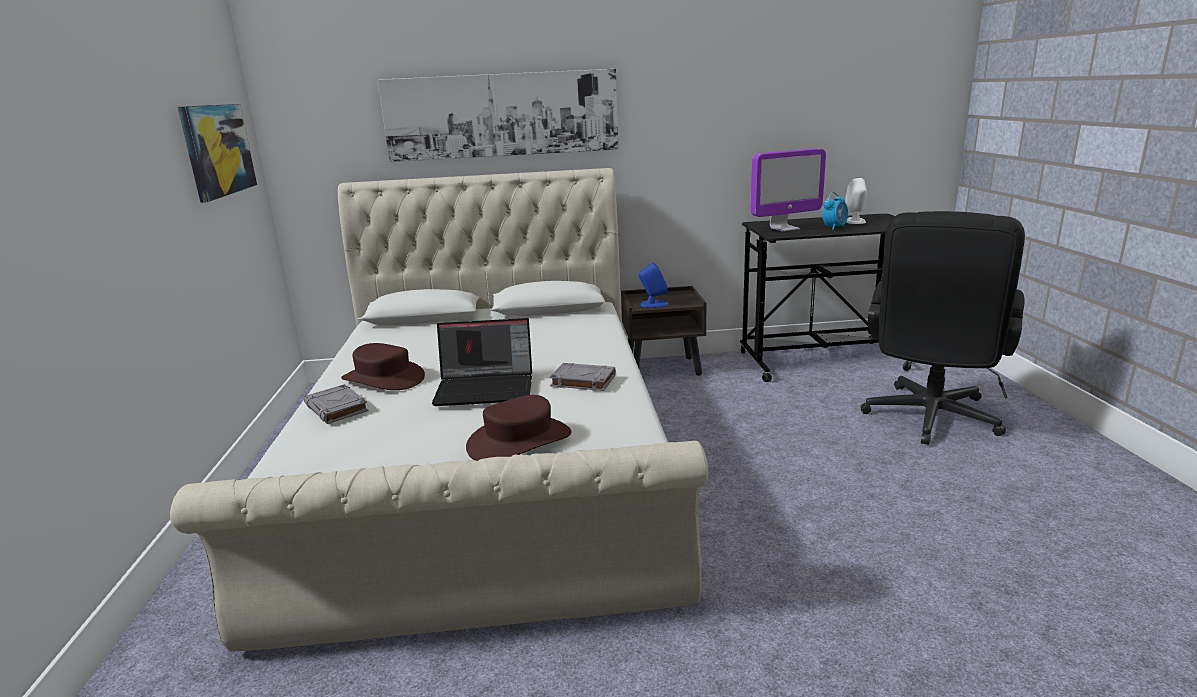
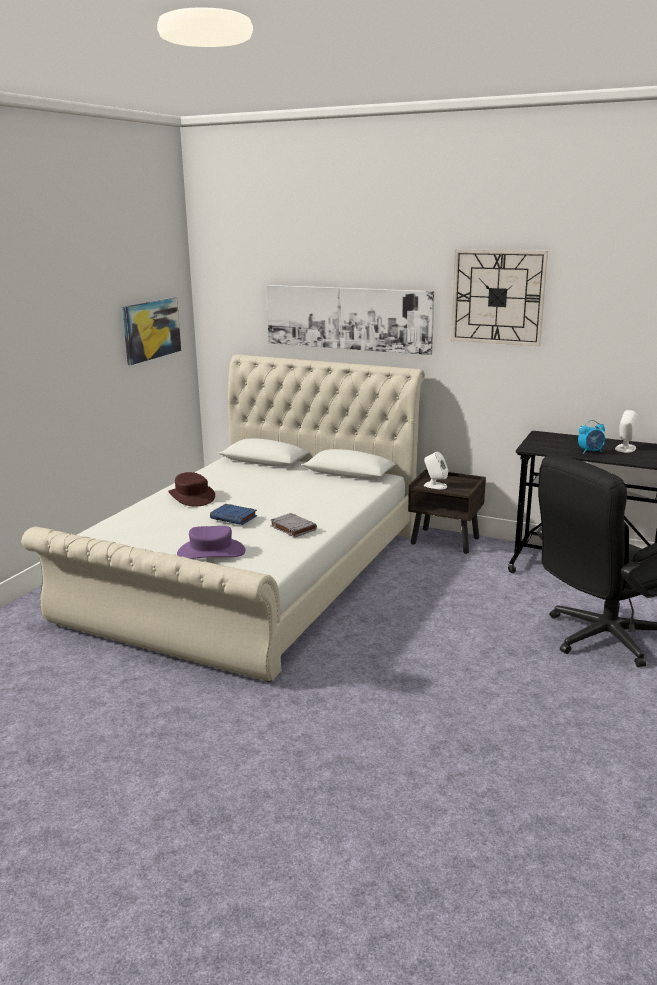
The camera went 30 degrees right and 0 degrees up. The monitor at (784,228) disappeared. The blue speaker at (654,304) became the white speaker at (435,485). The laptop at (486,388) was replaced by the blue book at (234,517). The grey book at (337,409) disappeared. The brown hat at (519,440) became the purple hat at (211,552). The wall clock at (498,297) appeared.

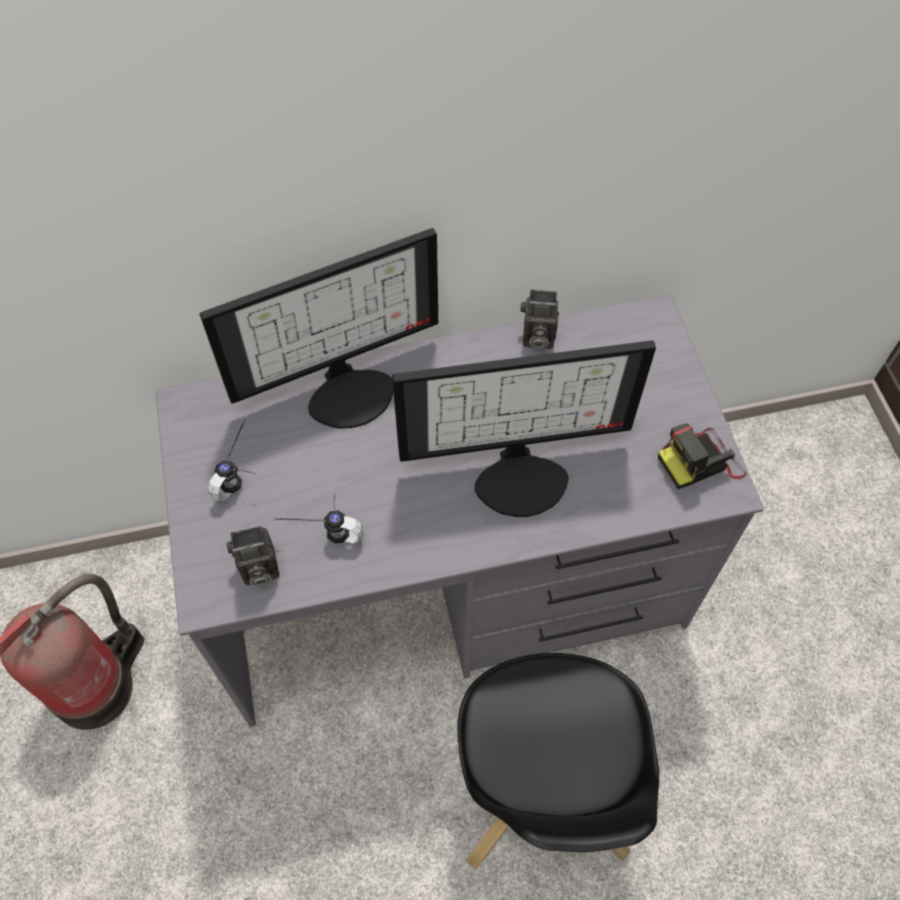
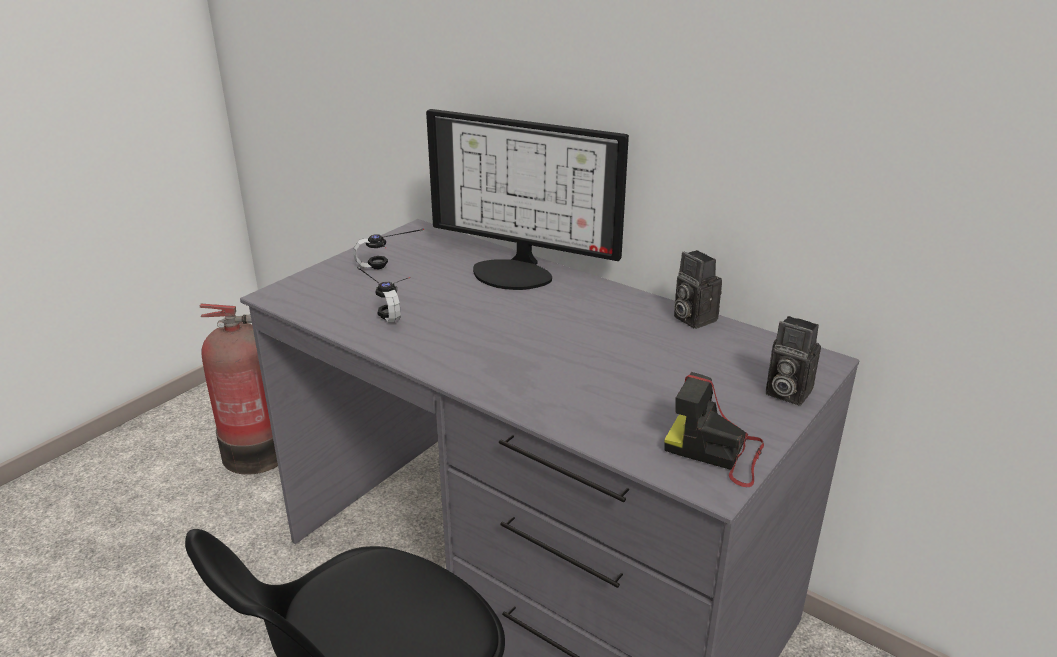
The camera went 50 degrees right and 30 degrees down. The monitor at (521,475) disappeared. The photo camera moved from (258,570) to (785,392).

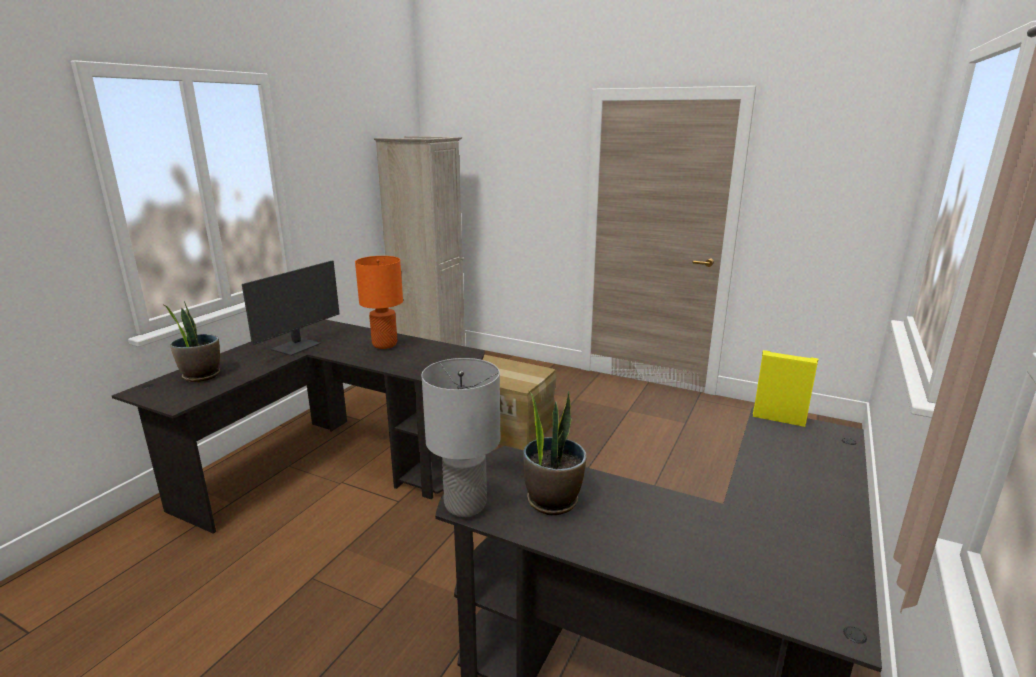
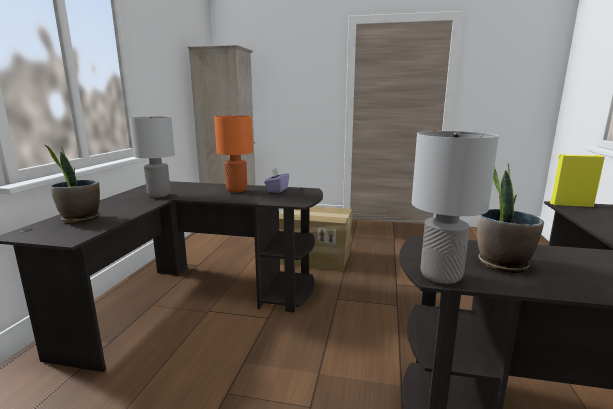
The camera went 15 degrees left and 5 degrees down. The monitor at (297,347) was replaced by the grey table lamp at (159,196). The purple tissue box at (277,190) appeared.

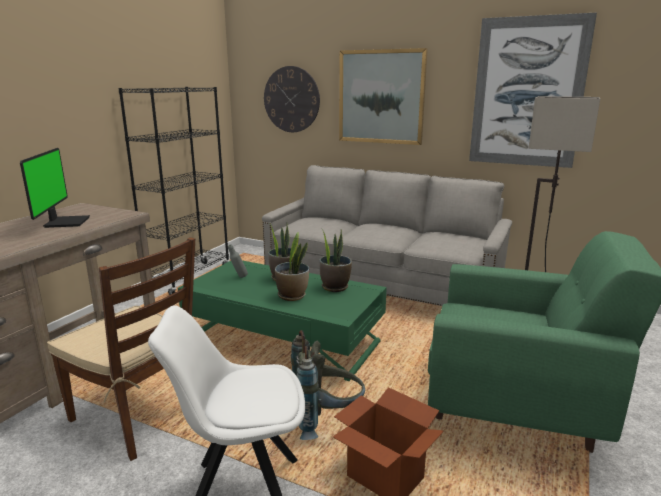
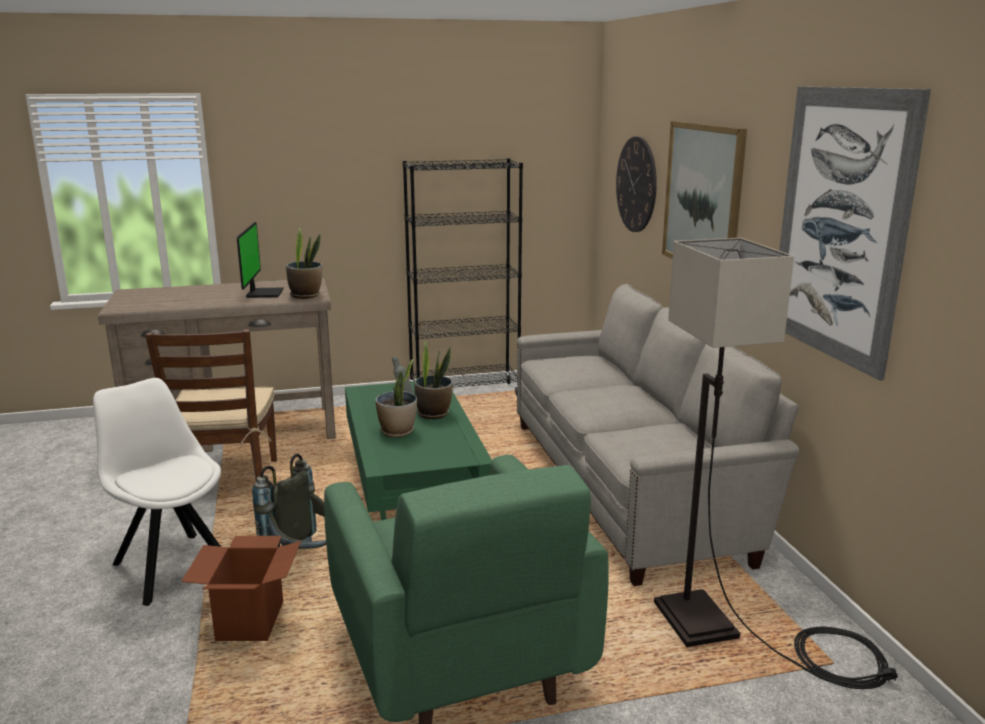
The camera went 50 degrees right and 0 degrees up. The monitor at (65,222) turned 45 degrees counterclockwise. The potted plant moved from (335,287) to (306,295).

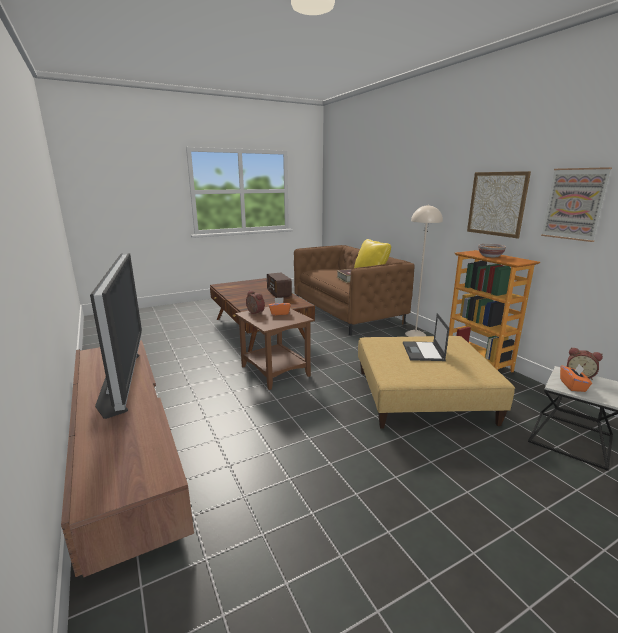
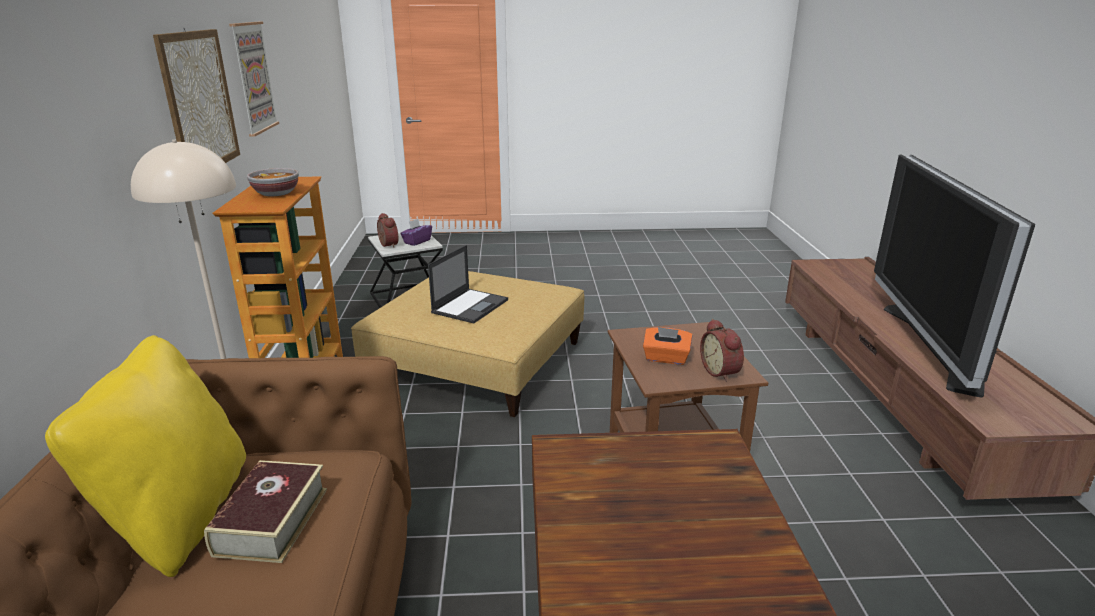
The camera went 155 degrees left and 5 degrees up. The radio at (279,294) disappeared. The orange tissue box at (573,386) became the purple tissue box at (417,241).

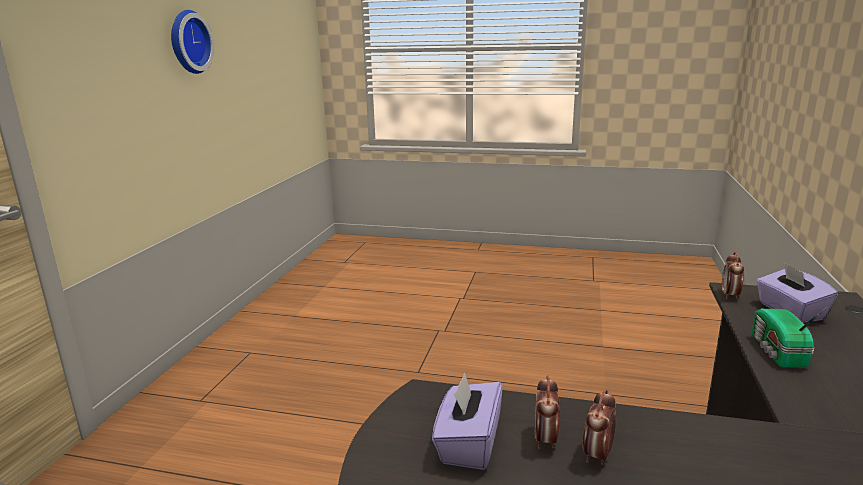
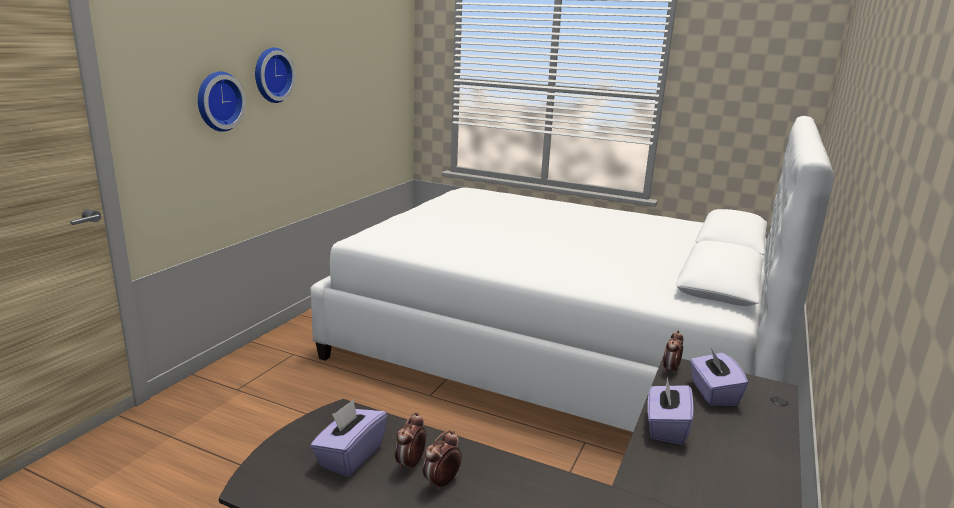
The camera went 10 degrees right and 0 degrees up. The radio at (777,352) was replaced by the purple tissue box at (665,427). The wall clock at (217,101) appeared. The white bed at (557,348) appeared.

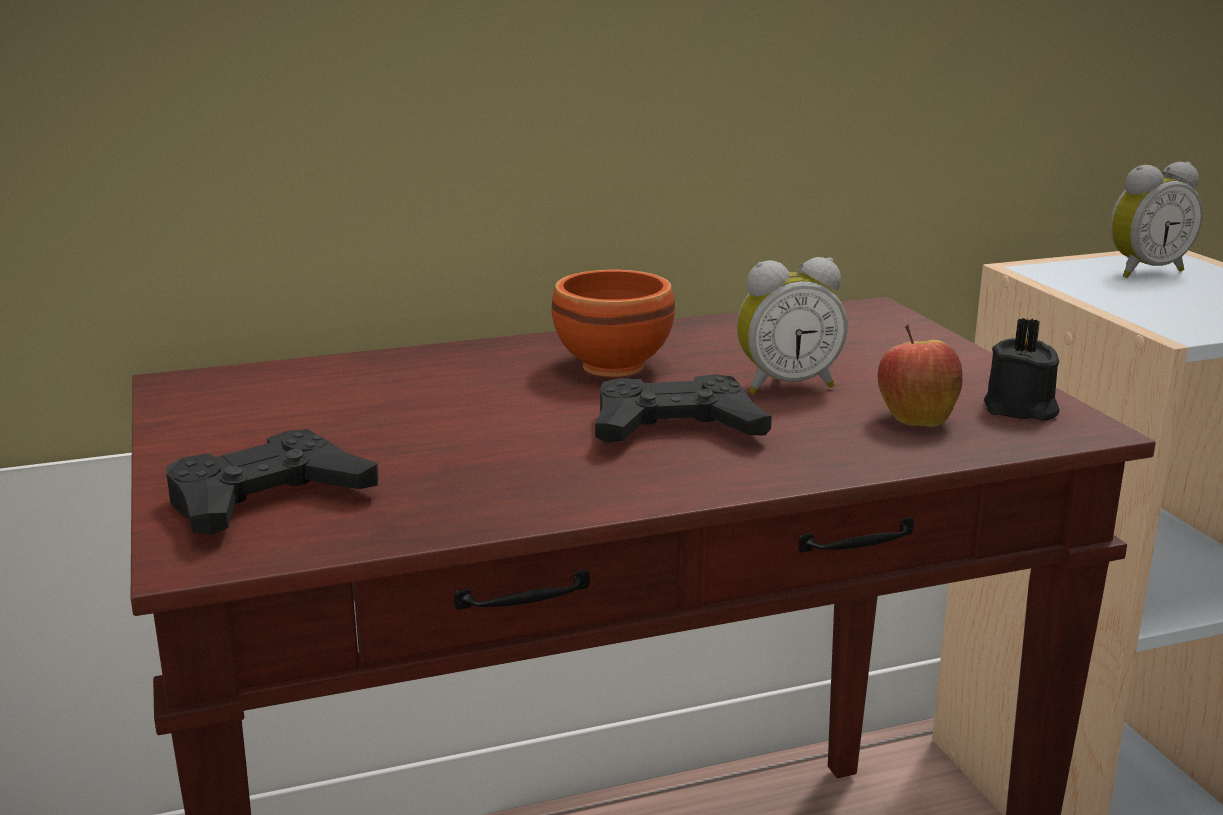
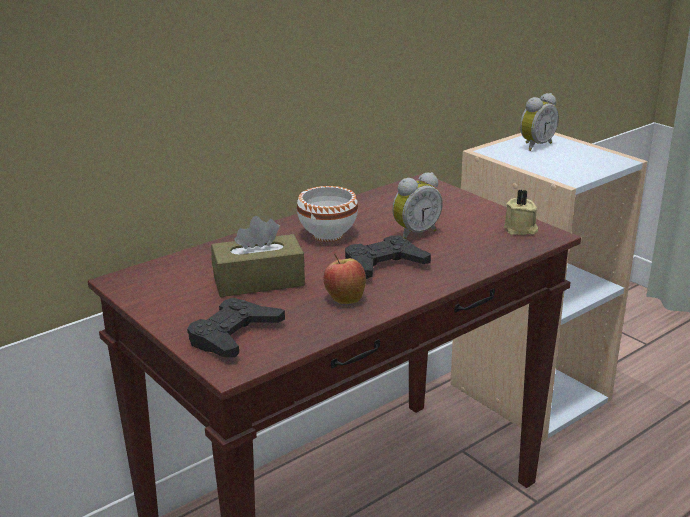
The camera went 20 degrees left and 5 degrees up. The brown bowl at (610,367) became the white bowl at (327,236). The black candle at (1020,409) became the beige candle at (520,230). The apple moved from (915,419) to (344,299). The brown tissue box at (258,281) appeared.

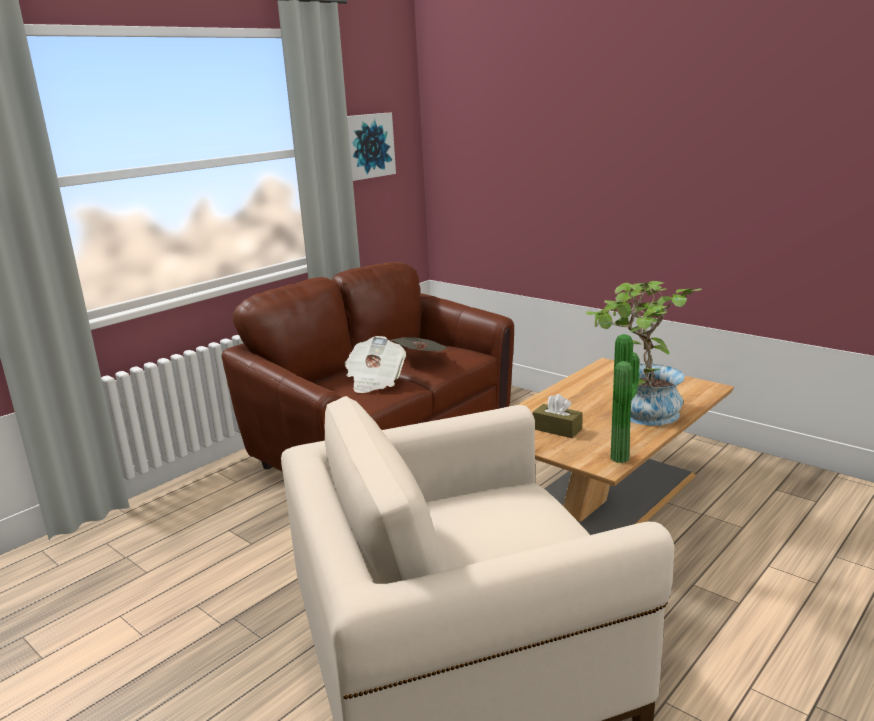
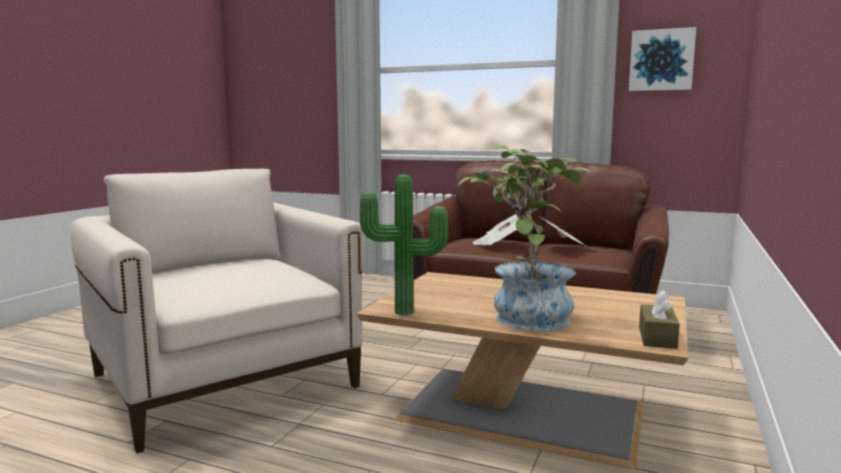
The camera went 70 degrees right and 10 degrees down. The brown tissue box moved from (557,429) to (657,337).

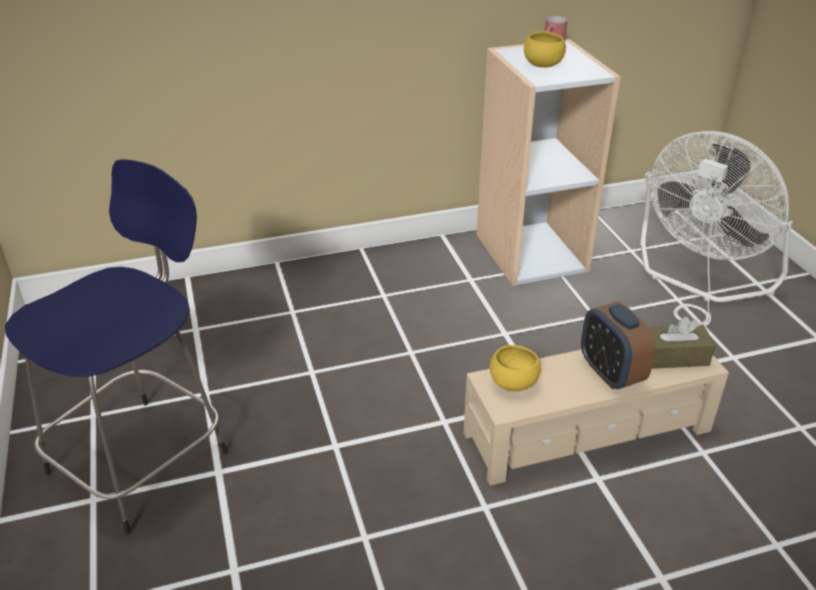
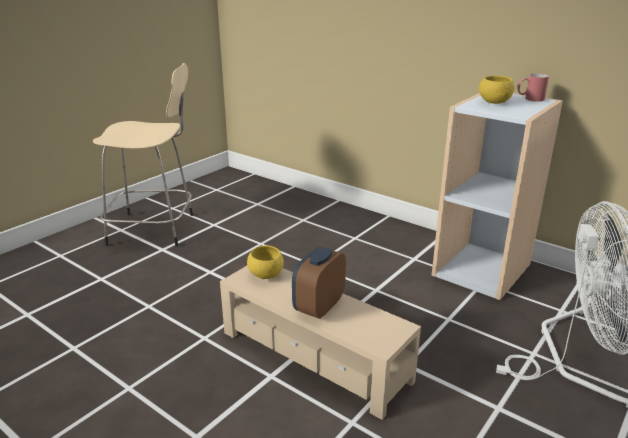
The camera went 55 degrees right and 10 degrees down. The blue stool at (143,459) became the beige stool at (155,229). The brown tissue box at (674,357) disappeared.

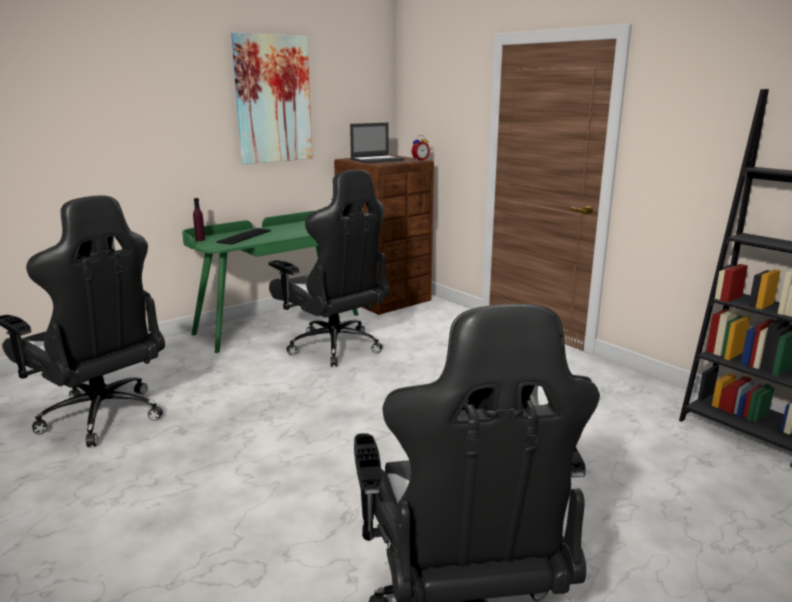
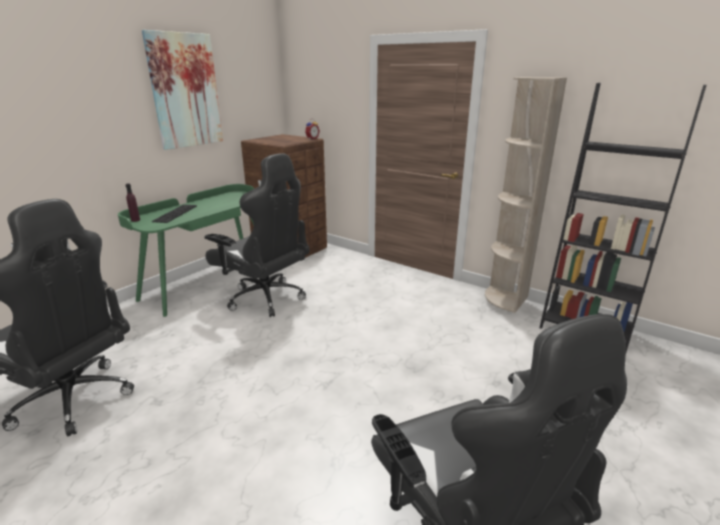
The camera went 15 degrees left and 5 degrees up. The laptop at (377,160) disappeared. The beige bookcase at (503,303) appeared.

